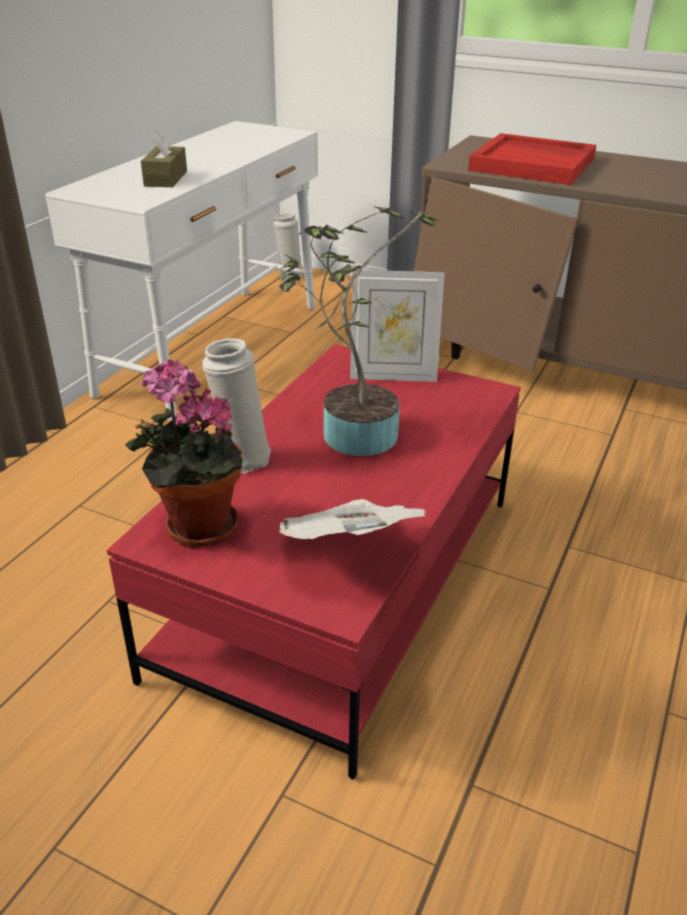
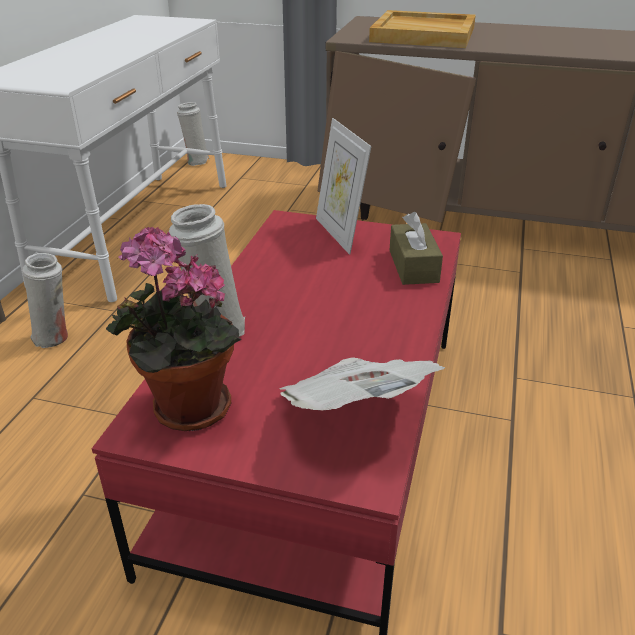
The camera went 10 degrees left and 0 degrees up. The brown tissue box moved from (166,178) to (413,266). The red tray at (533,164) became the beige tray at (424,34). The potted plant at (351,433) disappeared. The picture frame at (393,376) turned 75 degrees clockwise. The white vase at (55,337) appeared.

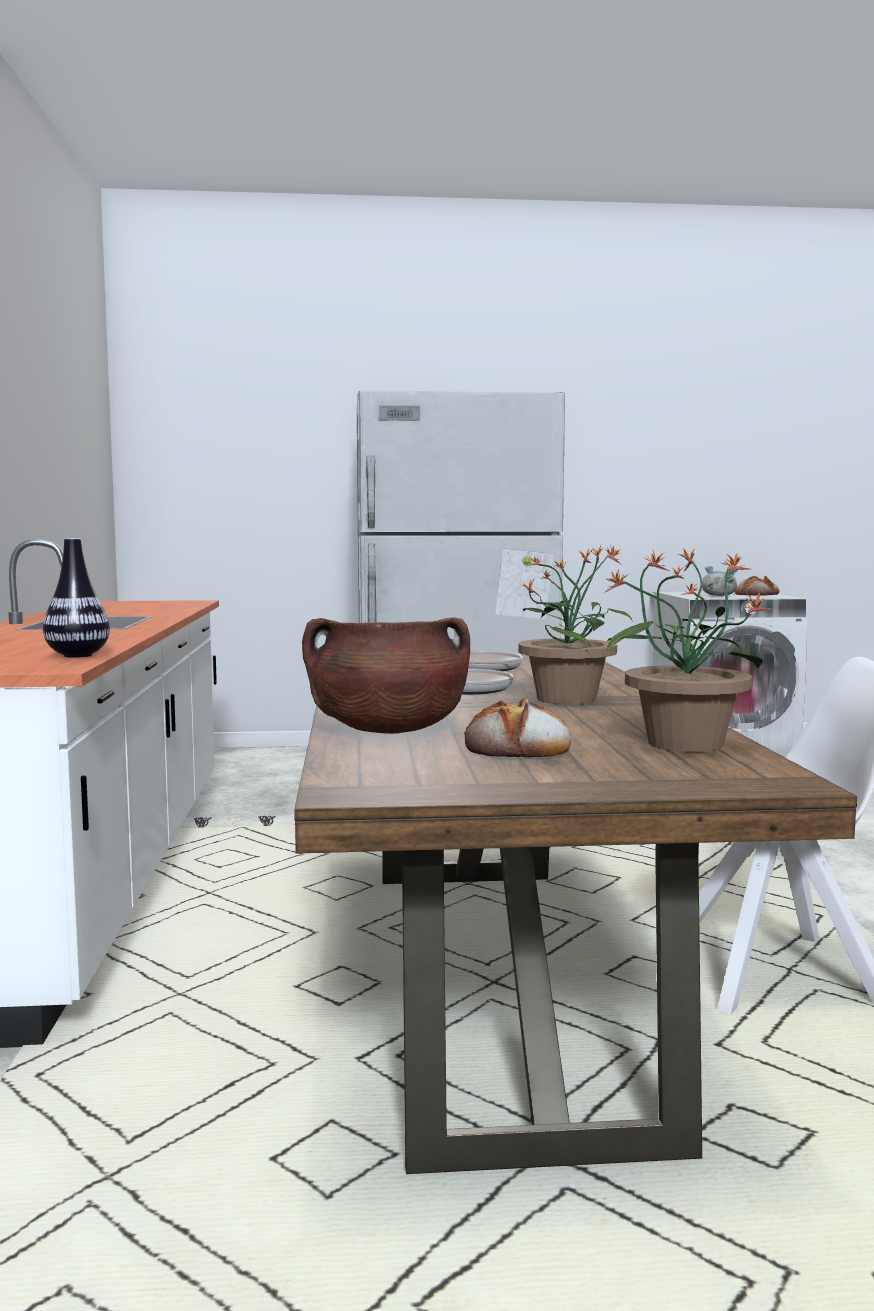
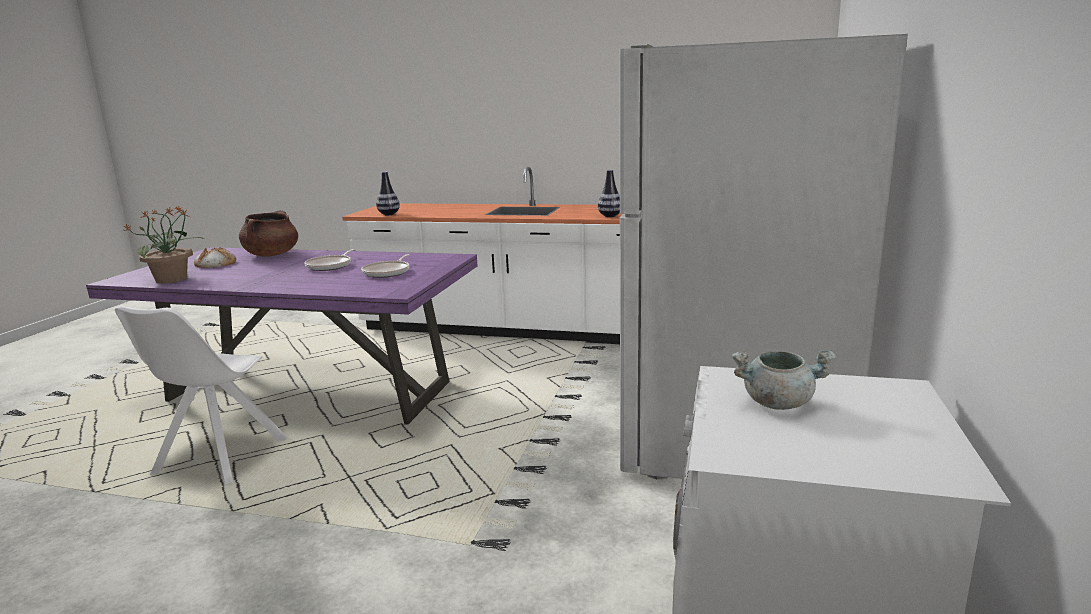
The camera went 110 degrees right and 10 degrees up. The potted plant at (568,699) disappeared. The bread at (757,594) disappeared. The brown dining table at (495,982) became the purple dining table at (311,392). The vase at (610,216) appeared.

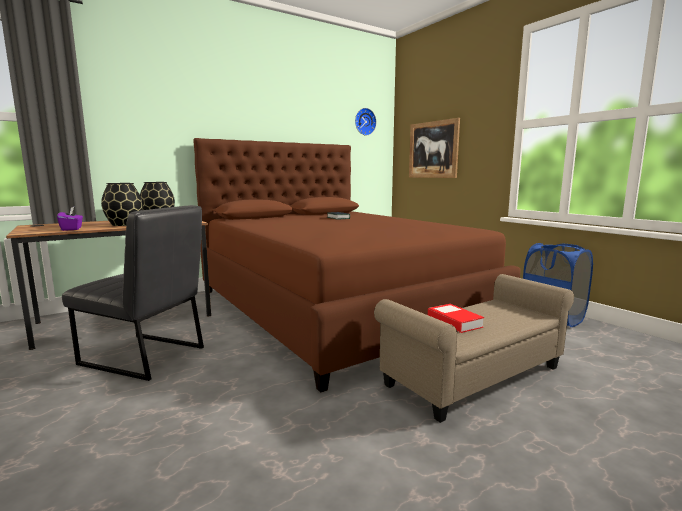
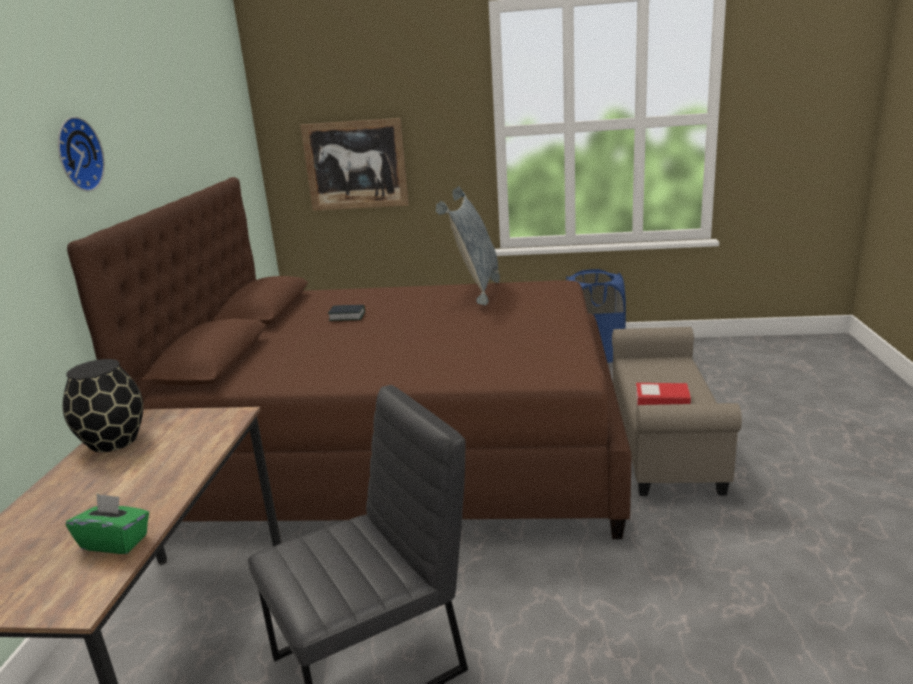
The camera went 50 degrees left and 10 degrees up. The wall clock moved from (364,122) to (76,154). The black vase at (125,224) disappeared. The purple tissue box at (72,229) became the green tissue box at (115,542). The pillow at (473,295) appeared.

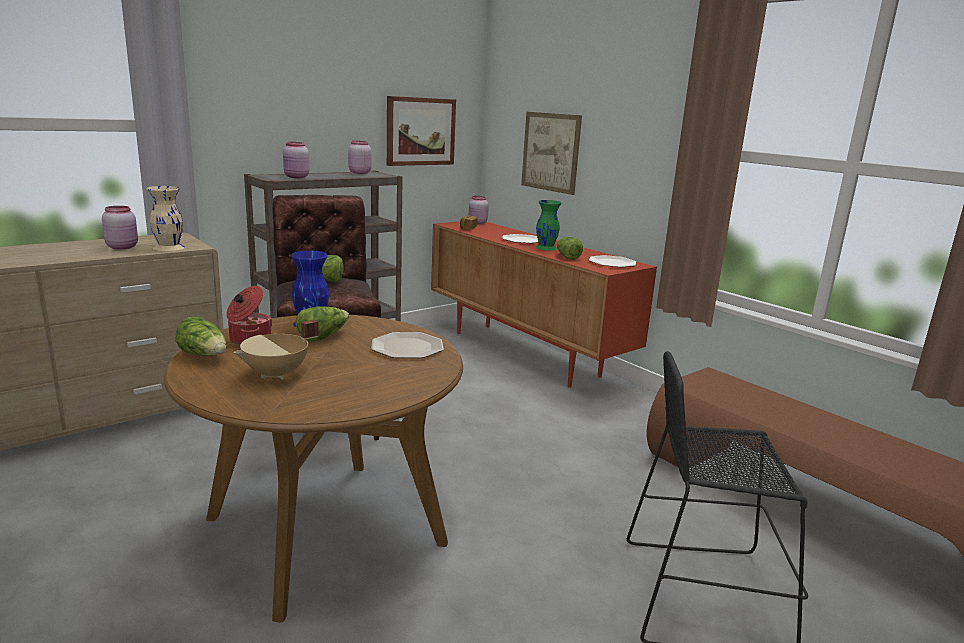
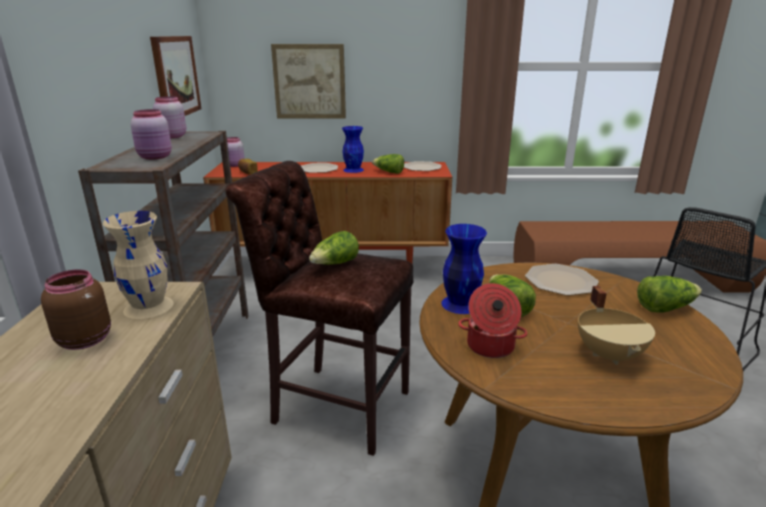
The camera went 50 degrees left and 5 degrees up. The green vase at (546,247) became the blue vase at (353,170). The pink jar at (123,247) became the brown jar at (84,339). The lettuce moved from (205,355) to (664,308).

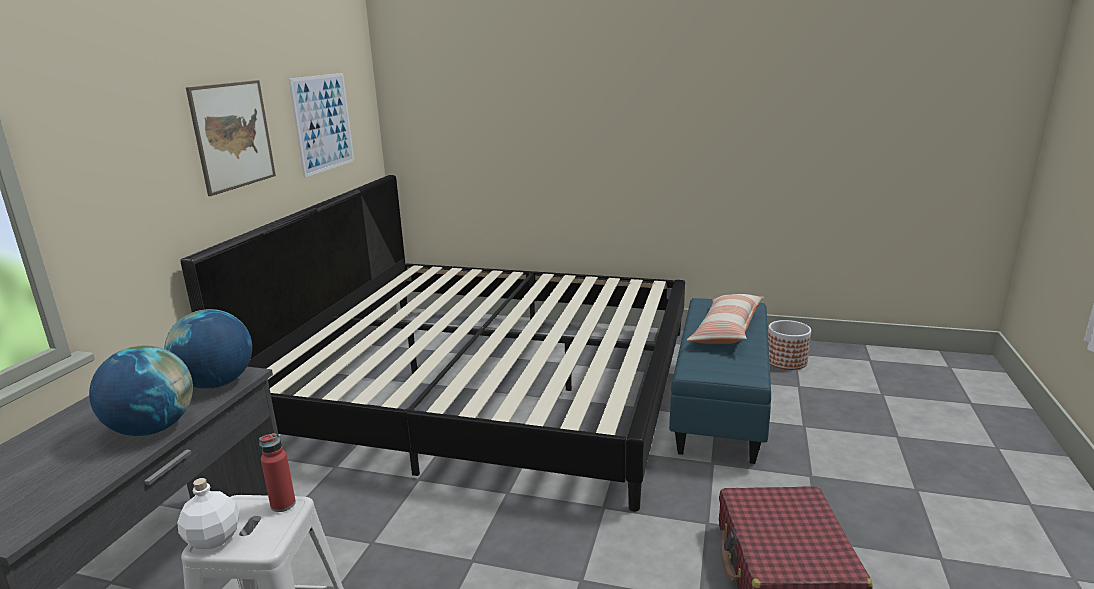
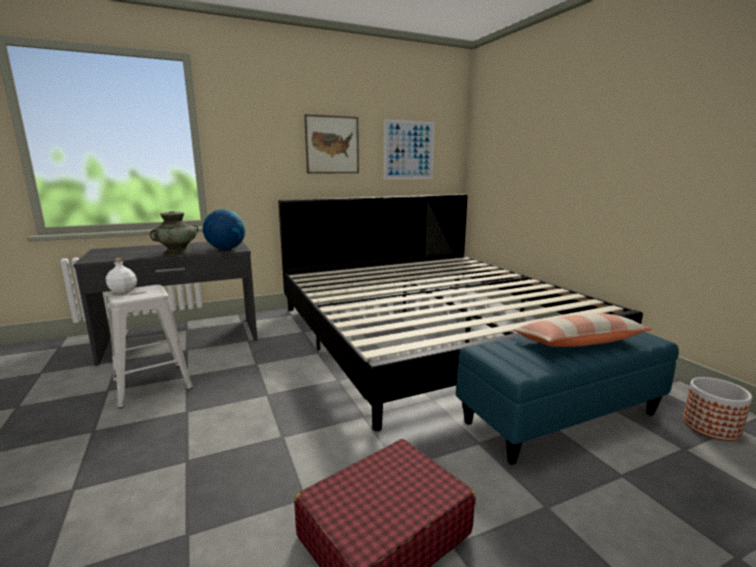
The camera went 50 degrees right and 5 degrees down. The globe at (152,429) was replaced by the turquoise vase at (178,253). The red bottle at (283,504) disappeared.

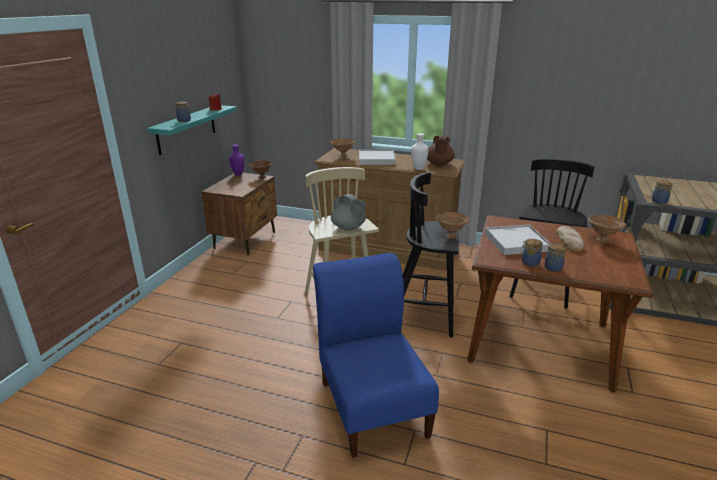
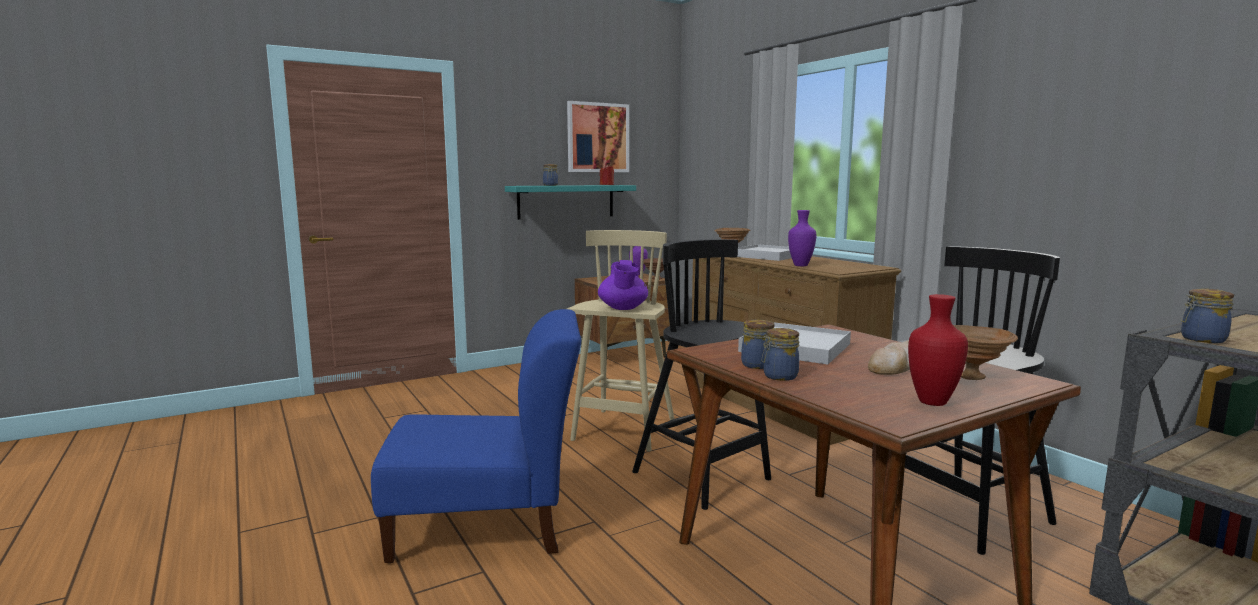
The camera went 40 degrees right and 15 degrees down. The white vase at (418,168) became the purple vase at (800,265). The brown teapot at (439,164) disappeared. The grey teapot at (349,228) became the purple teapot at (623,308). The brown bowl at (450,236) disappeared. The blue chair at (372,404) turned 60 degrees clockwise. The picture at (598,137) appeared. The red vase at (931,402) appeared.

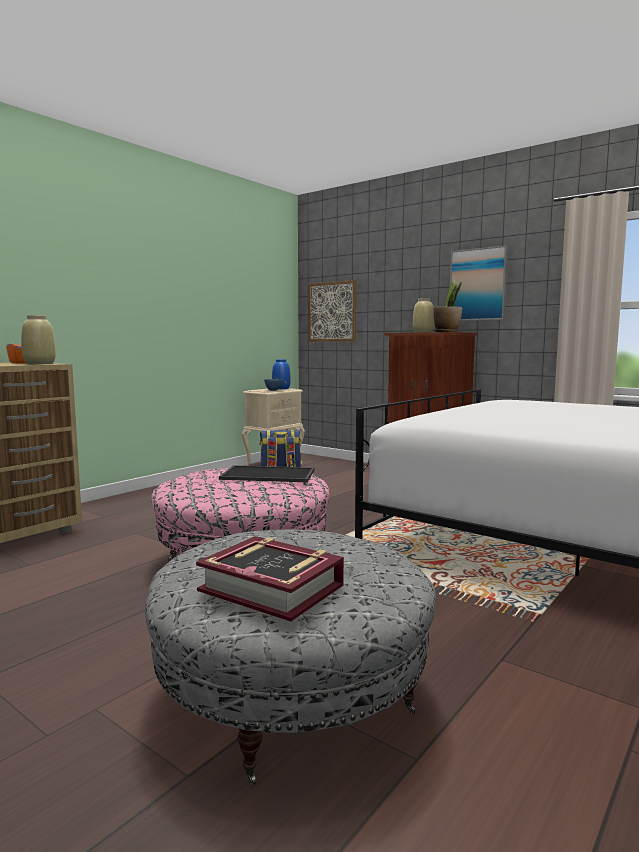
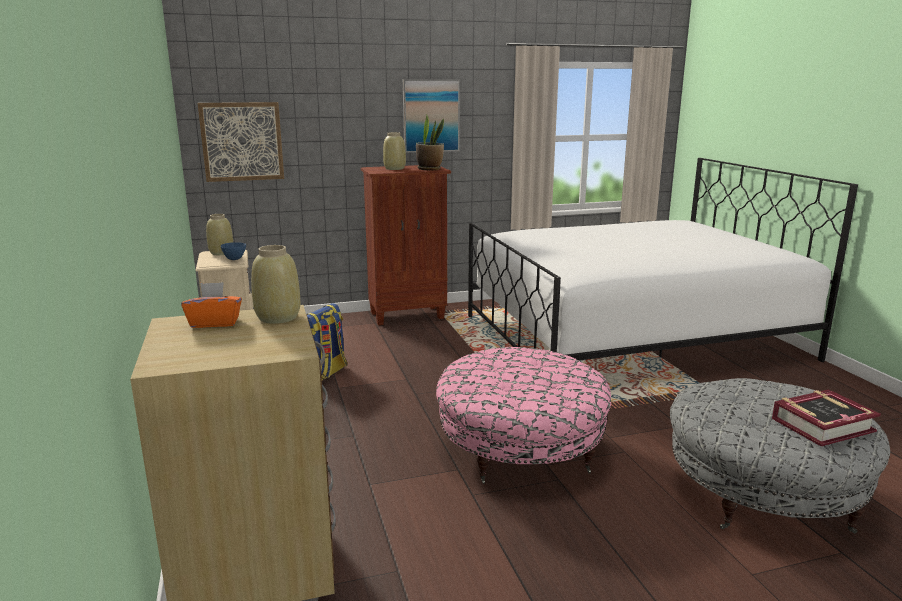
The camera went 55 degrees left and 10 degrees up. The blue vase at (281,388) became the beige vase at (221,253). The tray at (267,475) disappeared.

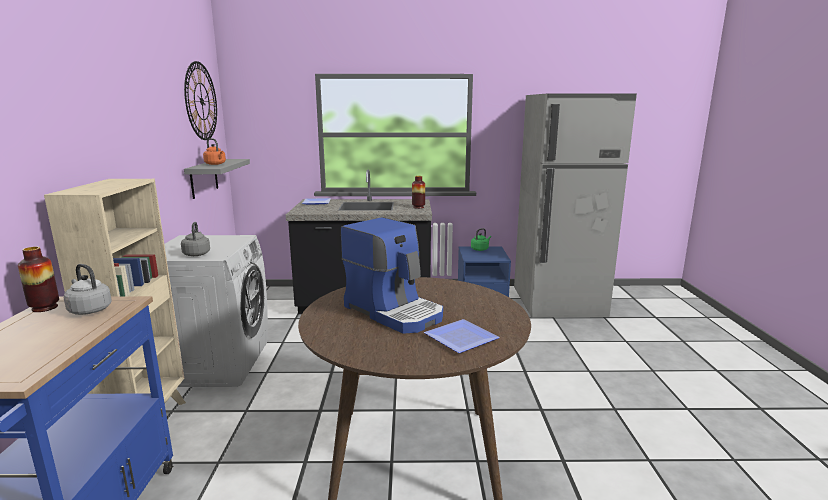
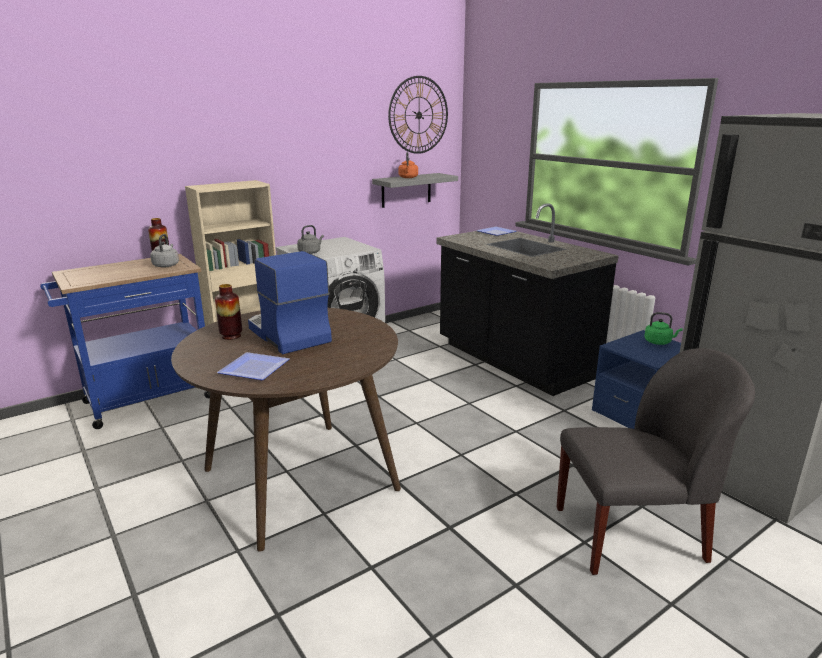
The camera went 55 degrees right and 5 degrees up. The vase moved from (418,207) to (231,336). The coffee machine at (394,311) turned 135 degrees clockwise. The grey chair at (632,534) appeared.

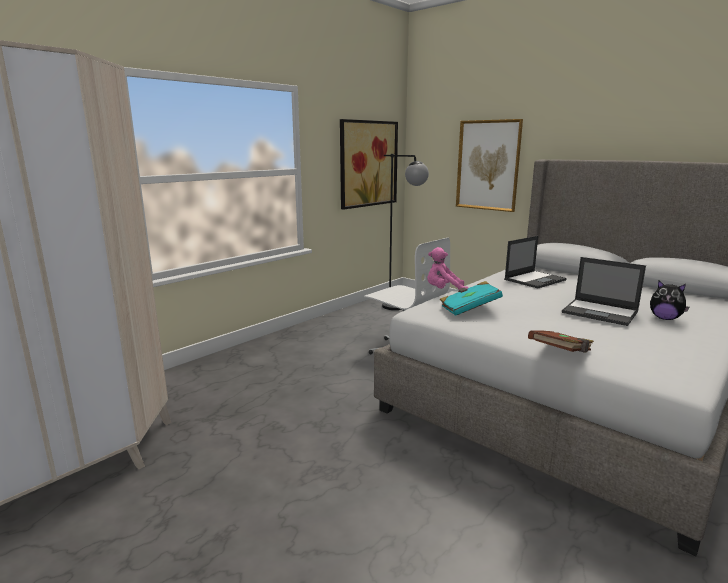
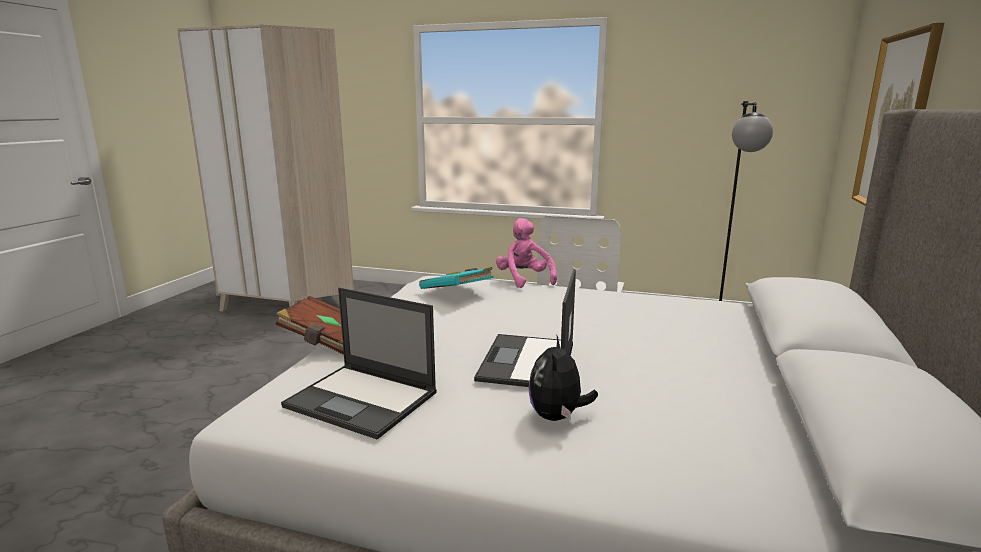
The camera went 65 degrees right and 0 degrees up. The picture at (368,164) disappeared. The laptop moved from (535,279) to (363,400).

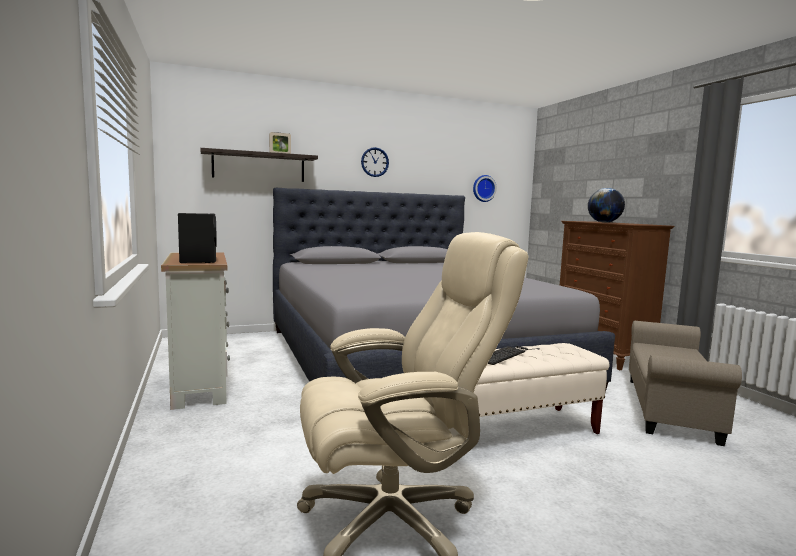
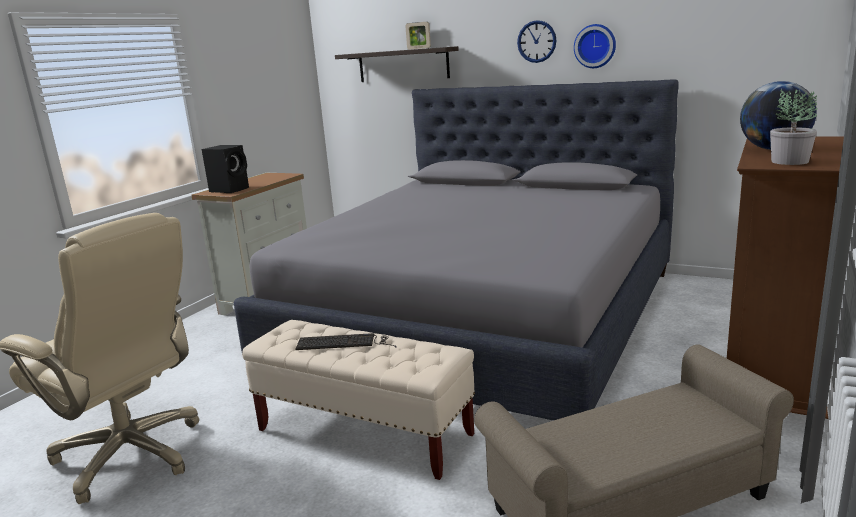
The camera went 50 degrees right and 10 degrees up. The wall clock moved from (483,188) to (595,46). The potted plant at (789,161) appeared.

